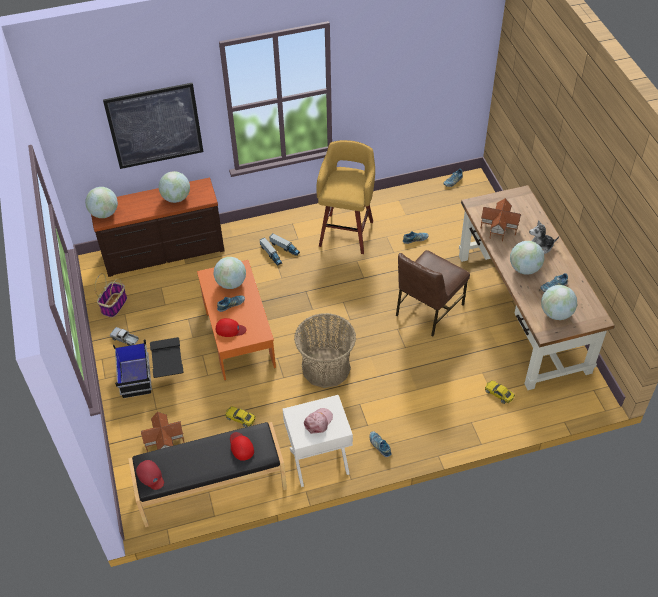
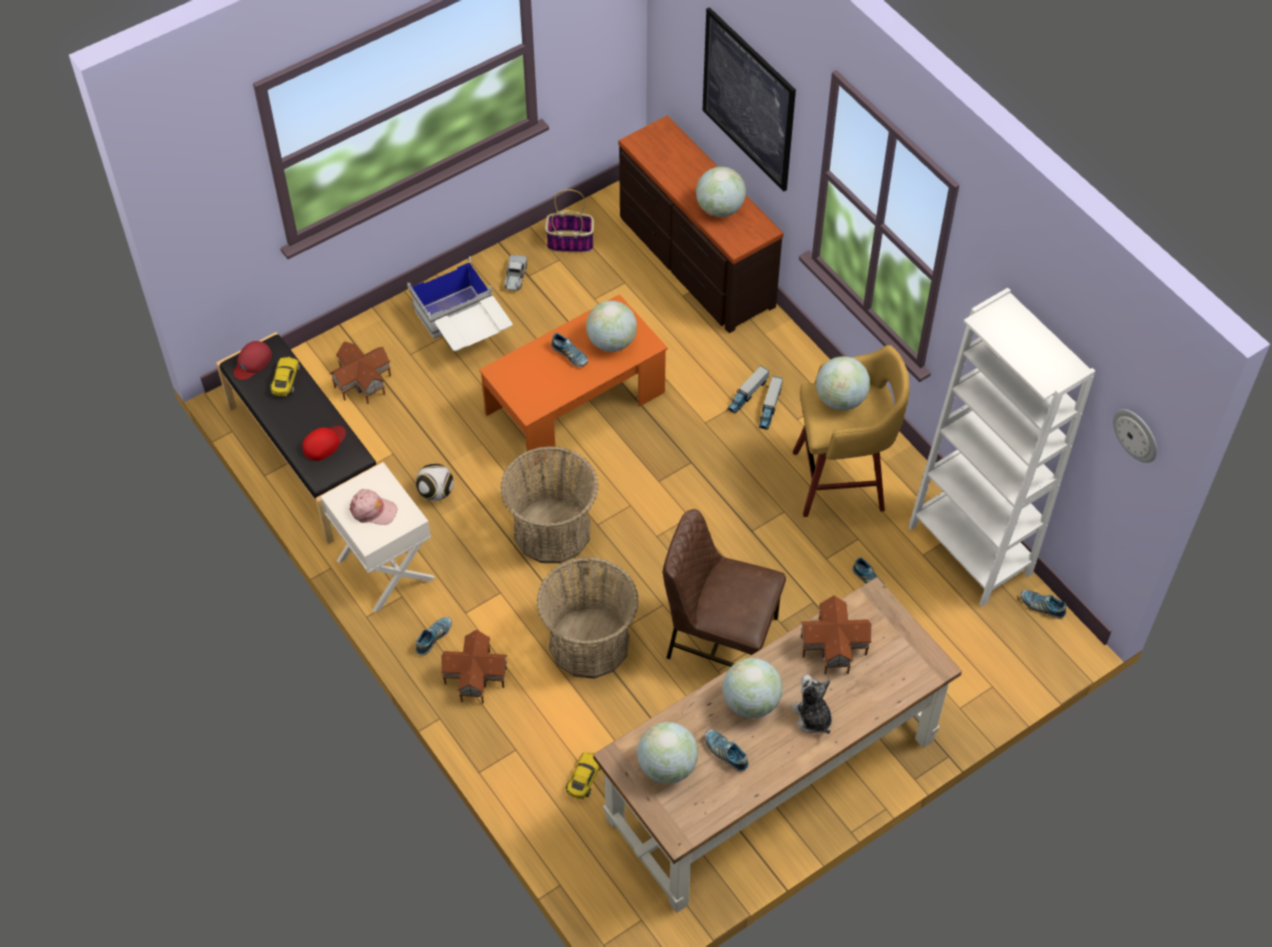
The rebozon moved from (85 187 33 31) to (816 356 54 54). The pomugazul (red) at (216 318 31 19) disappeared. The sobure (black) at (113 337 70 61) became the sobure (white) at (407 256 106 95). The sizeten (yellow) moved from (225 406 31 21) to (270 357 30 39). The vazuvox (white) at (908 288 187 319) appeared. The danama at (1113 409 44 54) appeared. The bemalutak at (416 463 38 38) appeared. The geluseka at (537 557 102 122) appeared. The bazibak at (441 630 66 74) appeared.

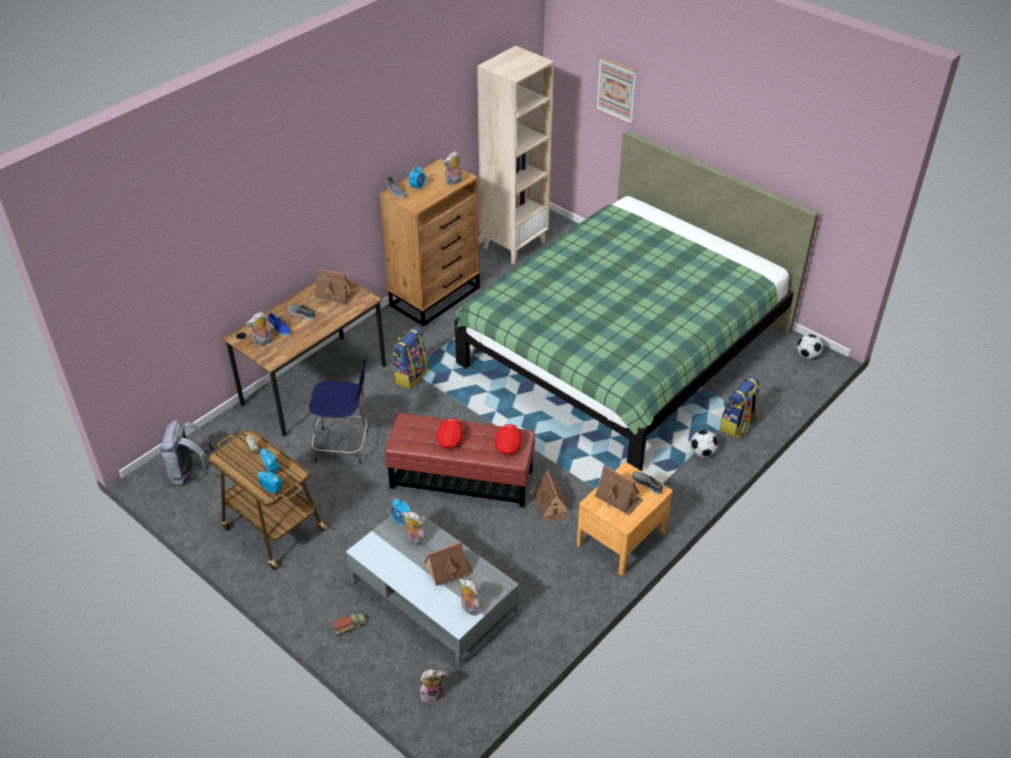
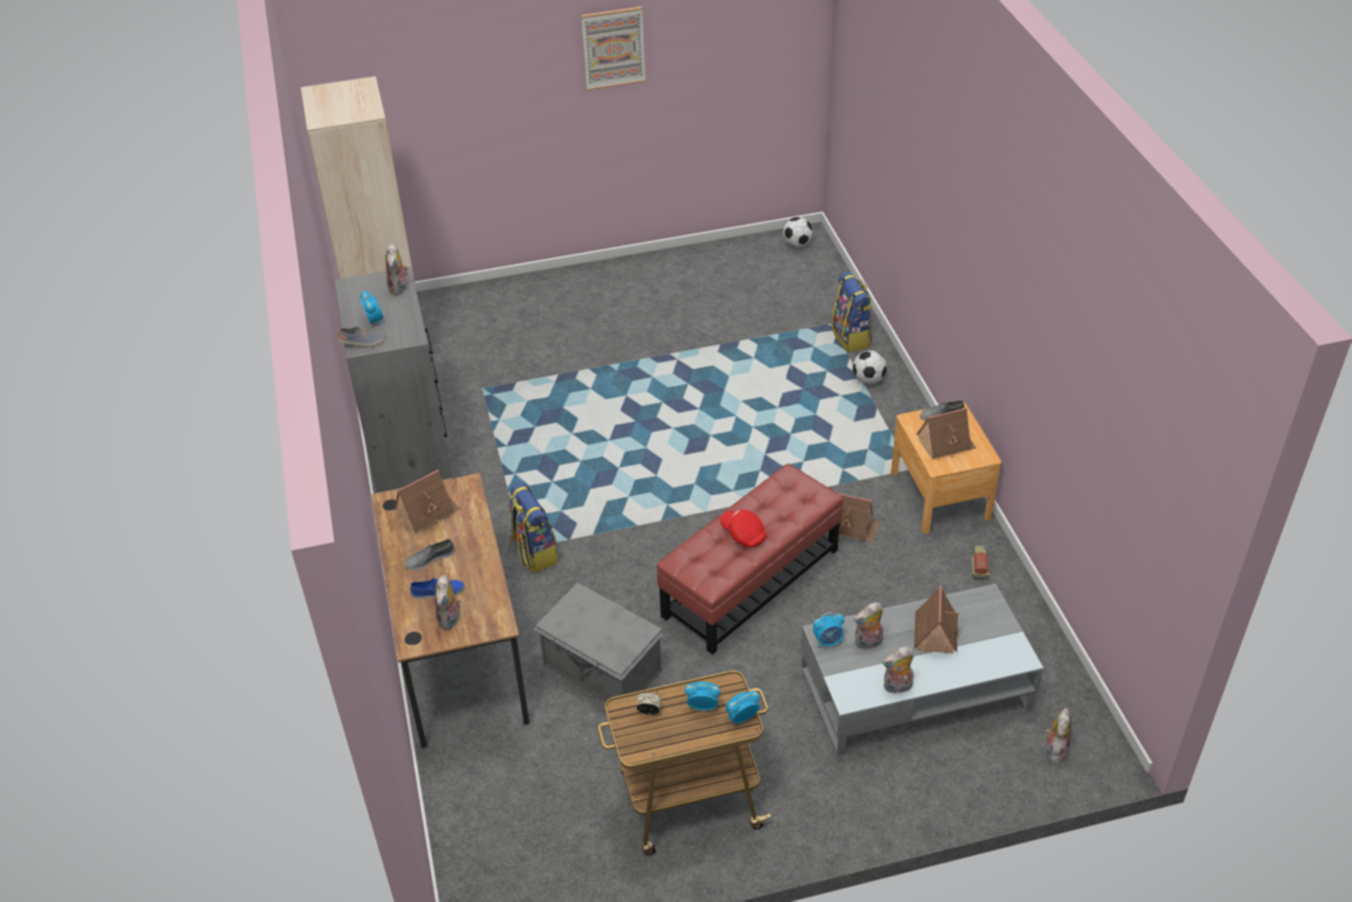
The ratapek moved from (596 56 41 69) to (581 6 65 84). The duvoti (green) at (454 130 365 341) disappeared. The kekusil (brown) at (379 159 101 167) became the kekusil (grey) at (334 267 118 226). The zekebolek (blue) at (309 358 58 106) was replaced by the sobure (grey) at (533 582 130 120). The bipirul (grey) at (159 420 55 66) disappeared. The pomugazul (red) at (495 424 26 31) disappeared. The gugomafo moved from (459 579 23 37) to (882 647 32 47). The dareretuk moved from (332 614 34 22) to (972 546 17 33).

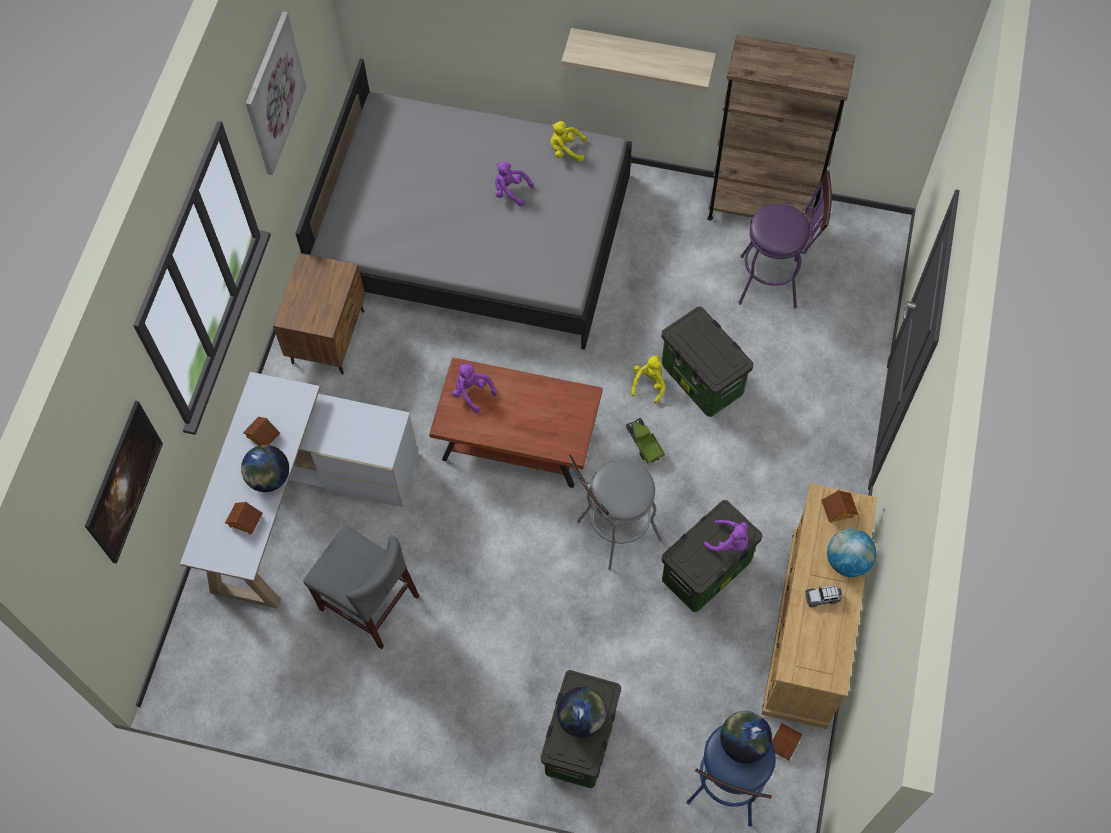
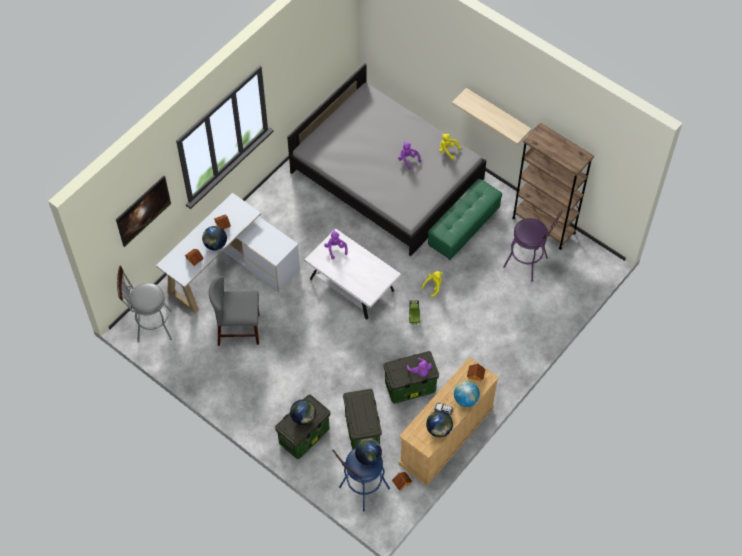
The ratapek at (246 12 60 163) disappeared. The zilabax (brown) at (273 253 92 122) disappeared. The sobure moved from (662 306 92 111) to (343 389 39 61). The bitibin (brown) at (429 357 174 131) became the bitibin (white) at (304 228 97 92). The zekebolek (grey) moved from (568 455 94 116) to (117 266 55 76). The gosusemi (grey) at (303 525 116 124) turned 120 degrees clockwise. The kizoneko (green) at (428 179 74 81) appeared. The rebozon at (426 411 27 26) appeared.

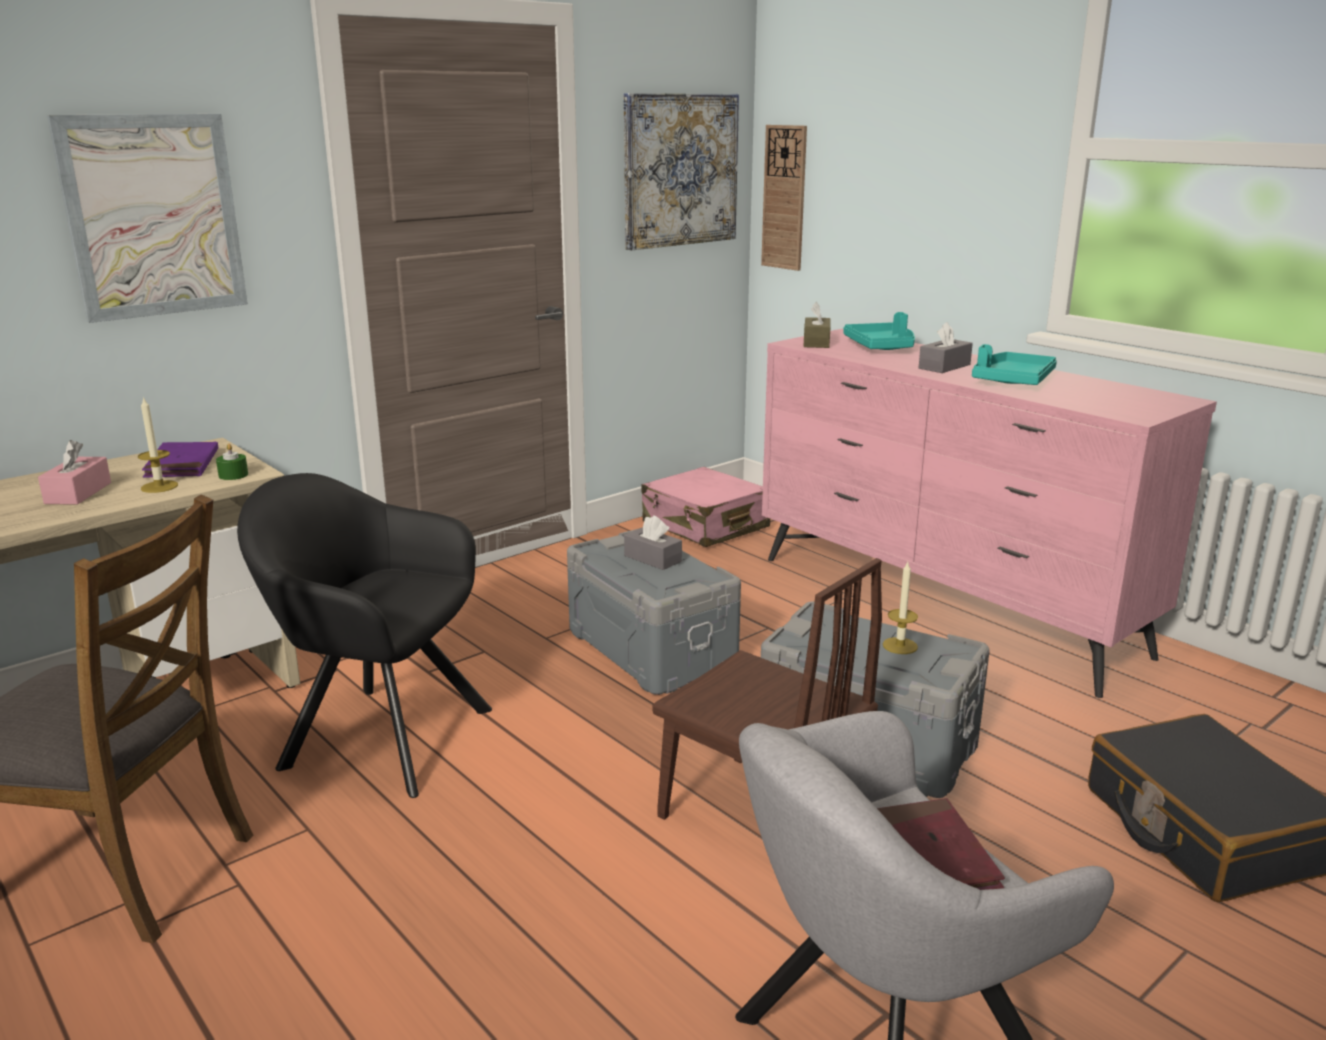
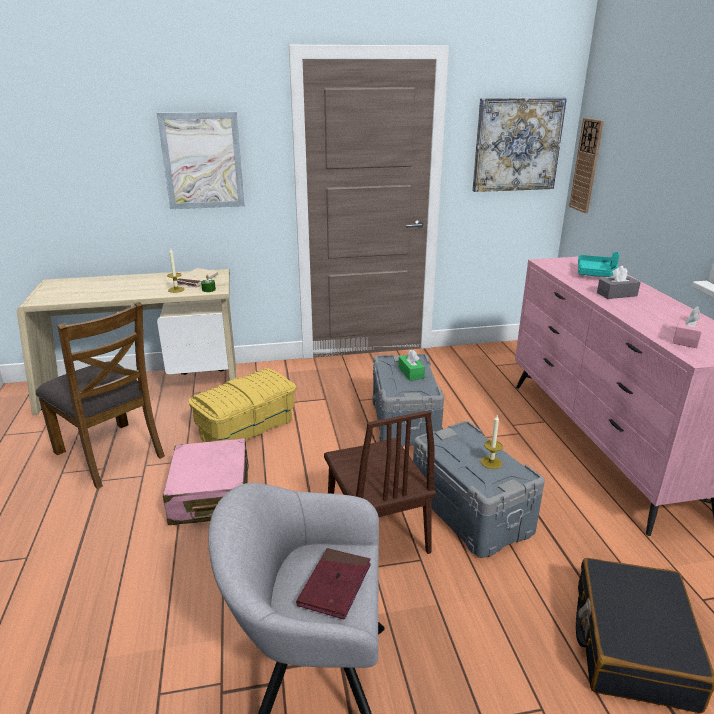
The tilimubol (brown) at (803 302 28 46) disappeared. The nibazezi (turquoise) at (972 344 85 41) disappeared. The tilimubol (pink) moved from (38 440 73 65) to (672 306 33 42). The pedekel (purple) at (142 442 76 36) became the pedekel (beige) at (177 268 41 20). The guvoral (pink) moved from (641 467 129 80) to (163 438 86 87). The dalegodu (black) at (237 473 255 325) was replaced by the sobure (yellow) at (188 368 108 74). The tilimubol (grey) at (624 515 58 55) became the tilimubol (green) at (398 350 27 31).

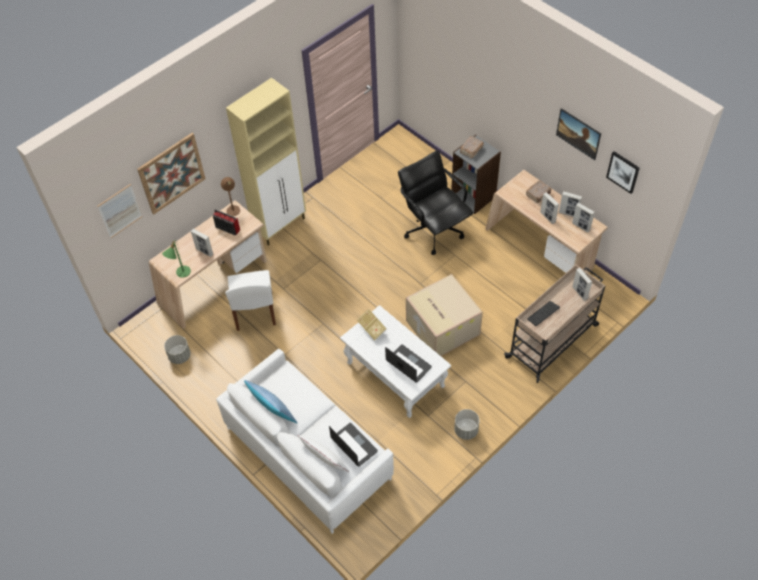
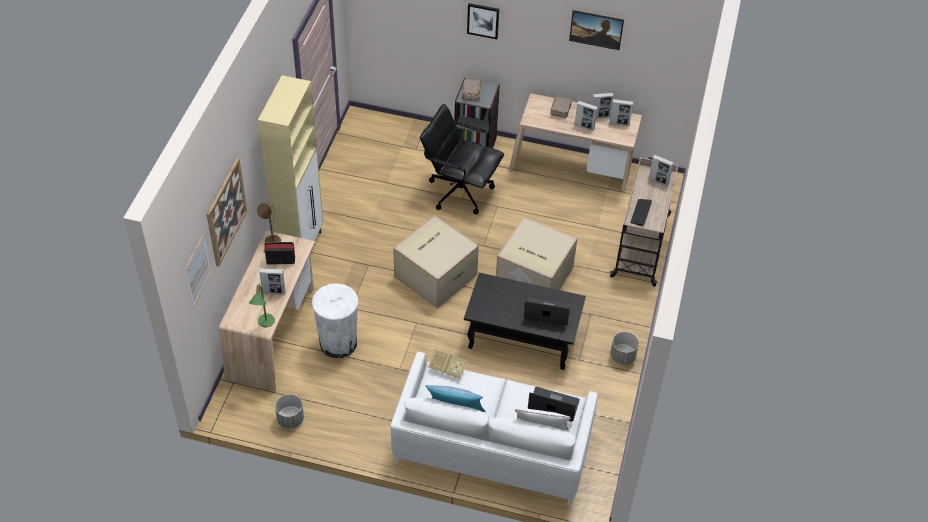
The ratapek moved from (606 151 34 43) to (467 3 32 36). The gosusemi (white) at (225 270 51 61) was replaced by the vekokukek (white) at (312 283 46 76). The bitibin (white) at (340 305 111 113) became the bitibin (black) at (464 273 122 97). The pedekel moved from (357 308 30 33) to (428 349 39 30). The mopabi at (393 215 86 93) appeared.

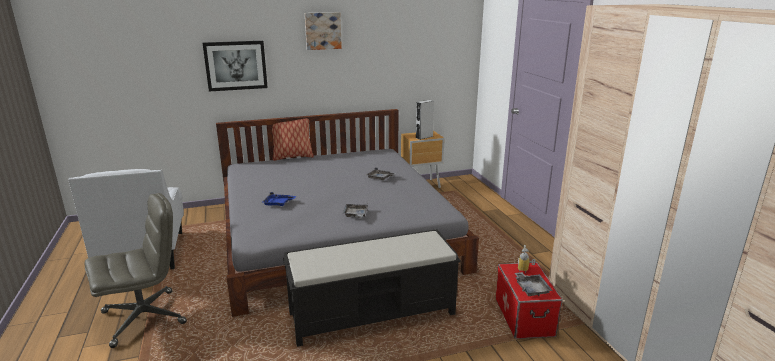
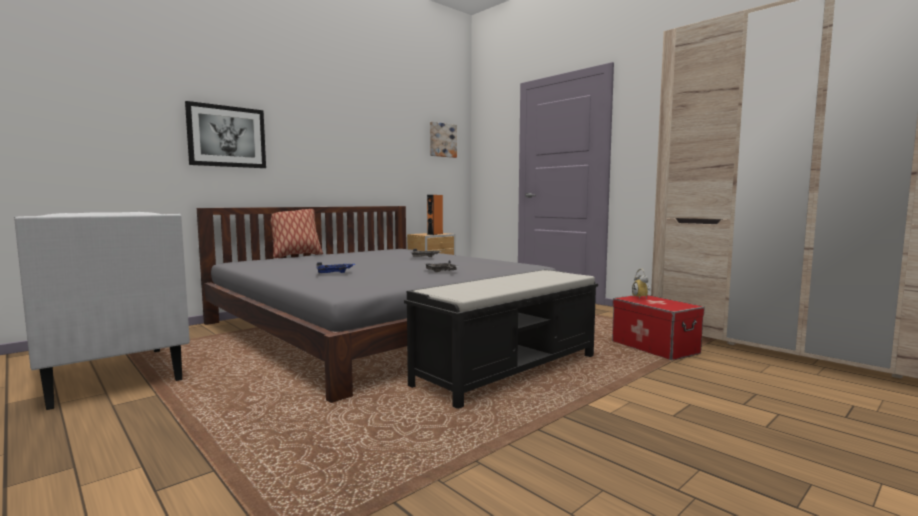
The ratapek moved from (305 12 37 38) to (430 121 27 37). The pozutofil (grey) at (416 100 18 40) became the pozutofil (orange) at (427 195 16 40). The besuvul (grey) at (84 193 103 155) disappeared. The nibazezi (grey) at (515 272 38 24) disappeared.

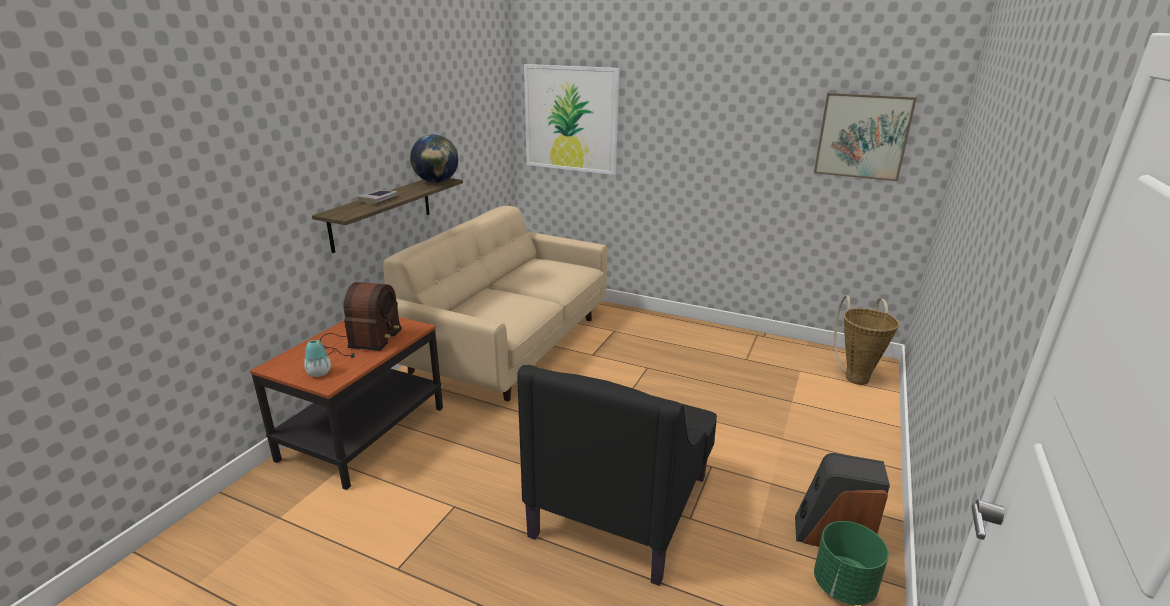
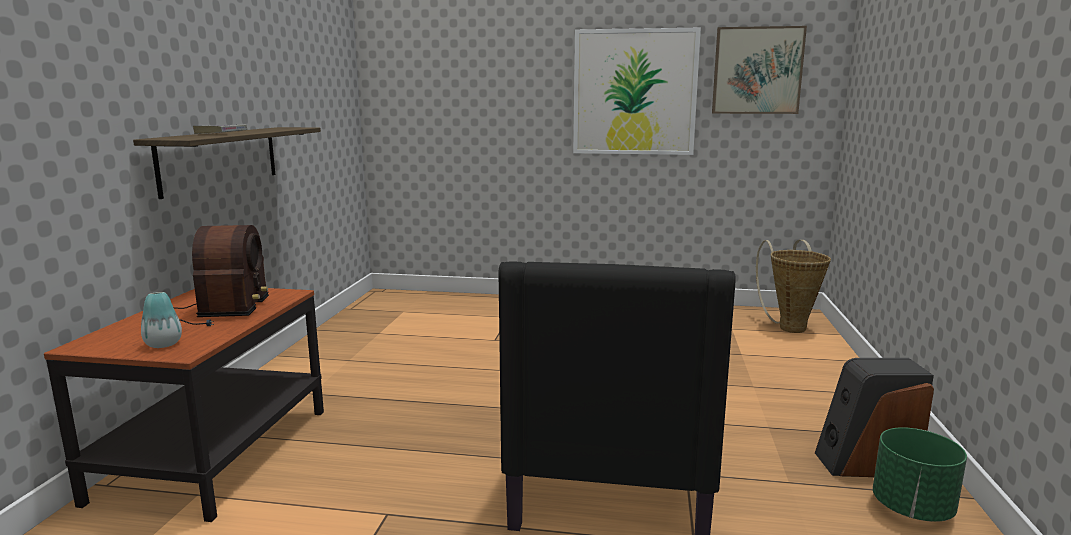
The ratapek moved from (524 64 95 111) to (573 28 128 127). The rebozon at (410 134 48 49) disappeared. The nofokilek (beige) at (383 206 224 195) disappeared.

